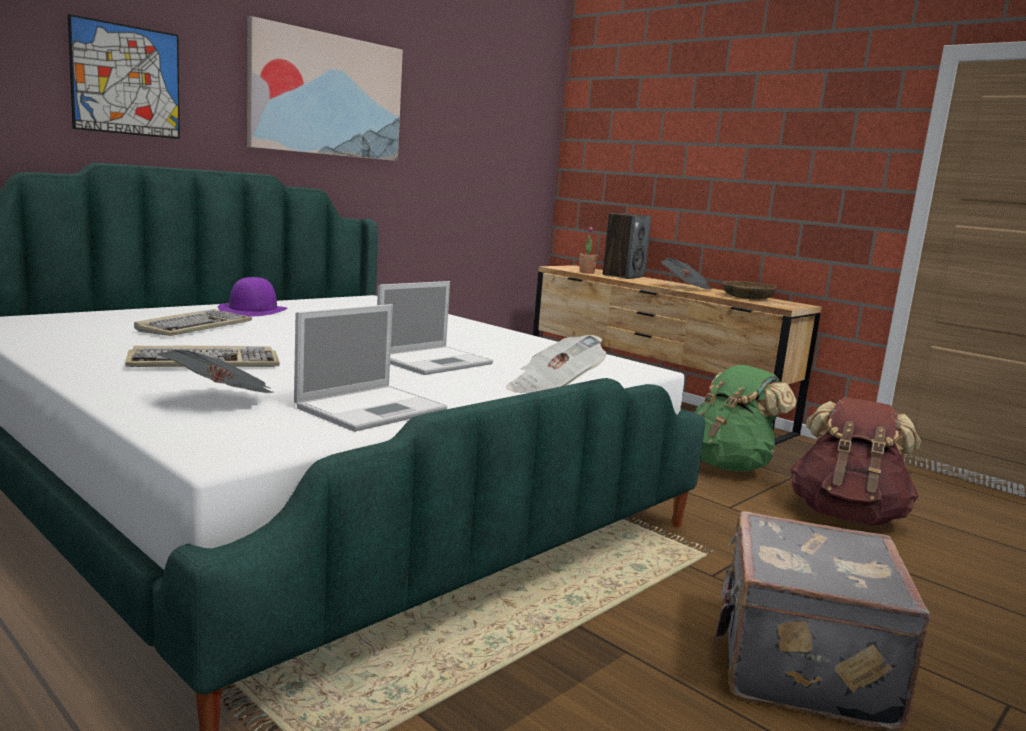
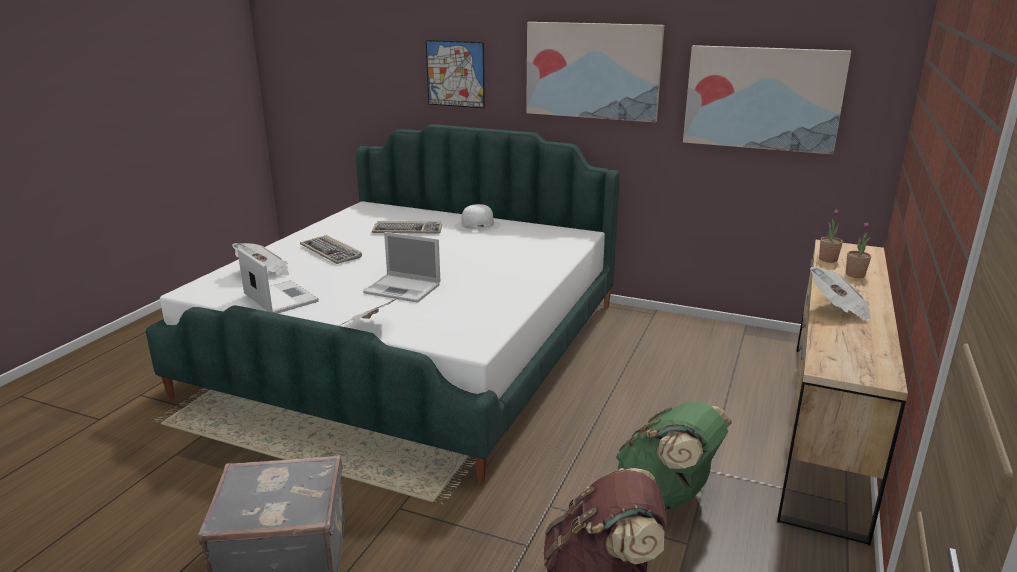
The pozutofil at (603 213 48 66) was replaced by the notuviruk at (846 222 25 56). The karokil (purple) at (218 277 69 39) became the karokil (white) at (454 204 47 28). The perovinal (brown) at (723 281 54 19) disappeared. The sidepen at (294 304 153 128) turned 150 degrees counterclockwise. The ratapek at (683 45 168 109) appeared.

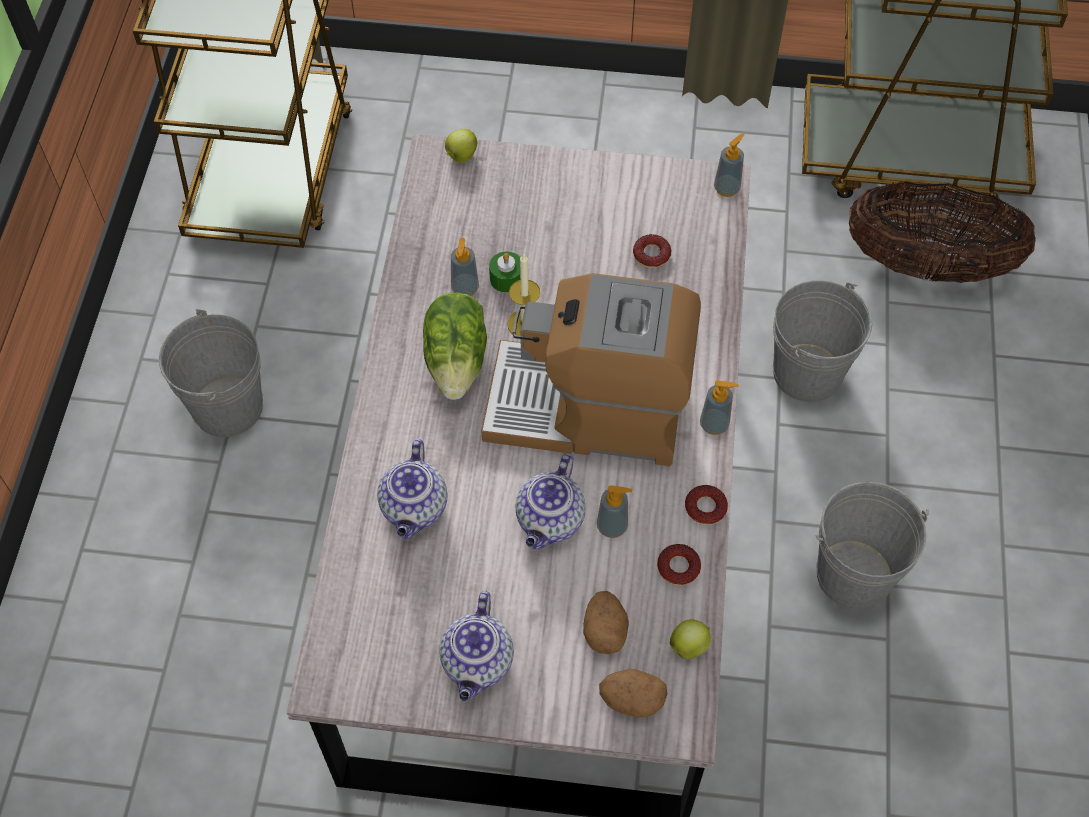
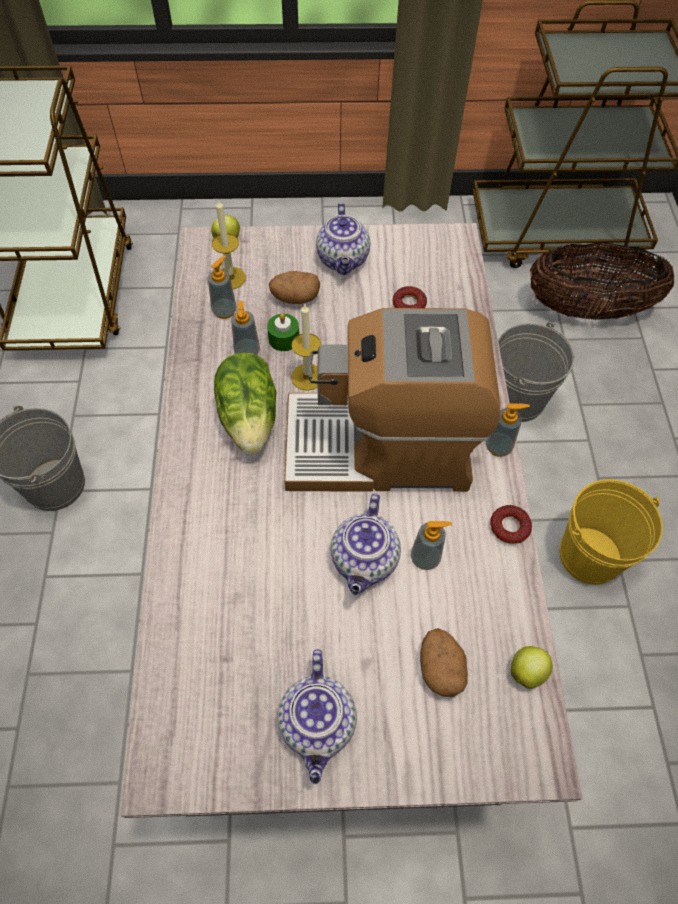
The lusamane moved from (714 133 31 64) to (208 255 29 64). The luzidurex moved from (377 439 71 100) to (316 203 54 72). The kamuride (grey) at (815 482 114 127) became the kamuride (yellow) at (559 479 104 106). The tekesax at (657 544 44 41) disappeared. The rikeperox moved from (599 669 69 49) to (269 271 51 33). The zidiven at (212 199 34 90) appeared.

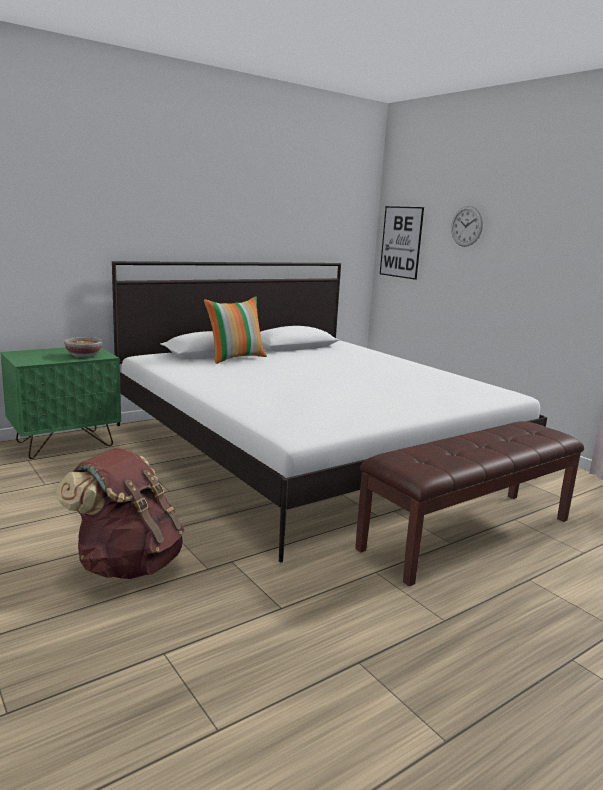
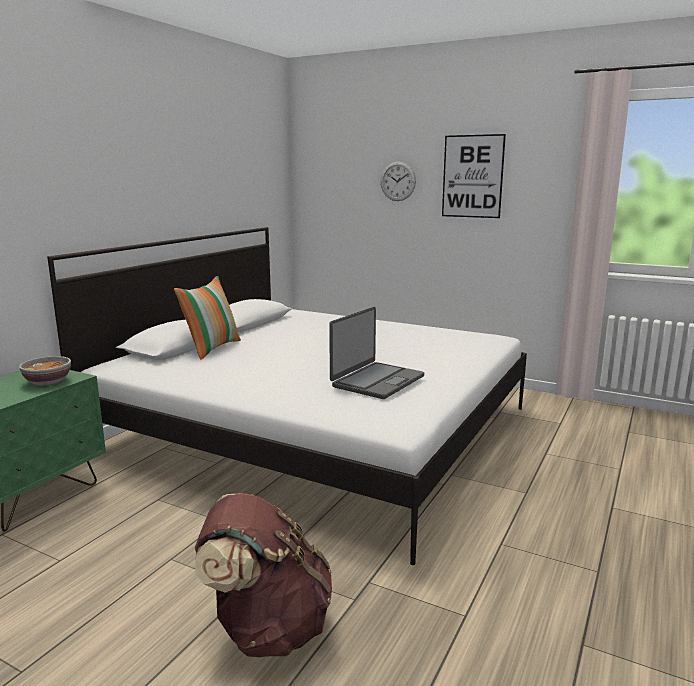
The ratapek moved from (380 206 44 74) to (442 134 64 84). The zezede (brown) at (355 421 229 165) disappeared. The sidepen at (329 307 95 92) appeared.

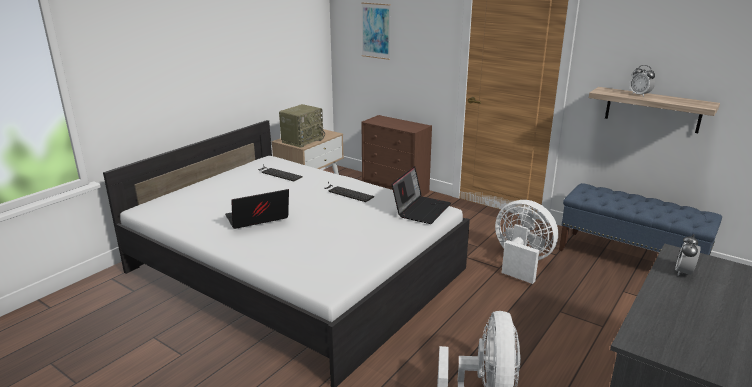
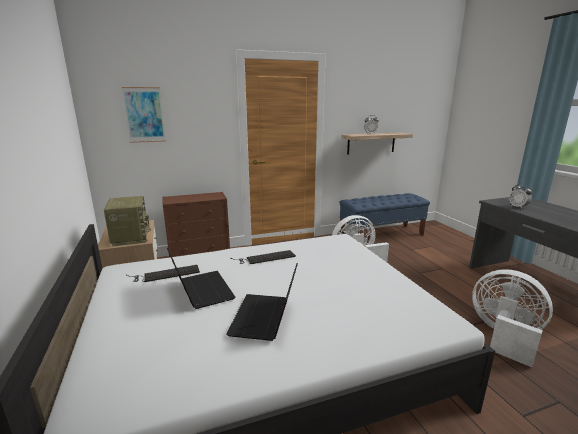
The sidepen moved from (391 166 60 58) to (167 248 68 61).

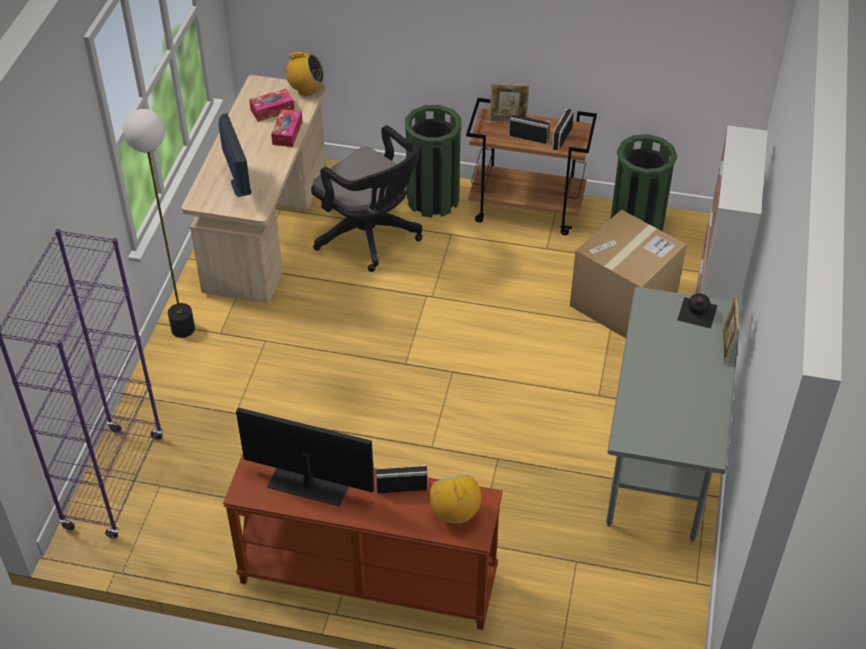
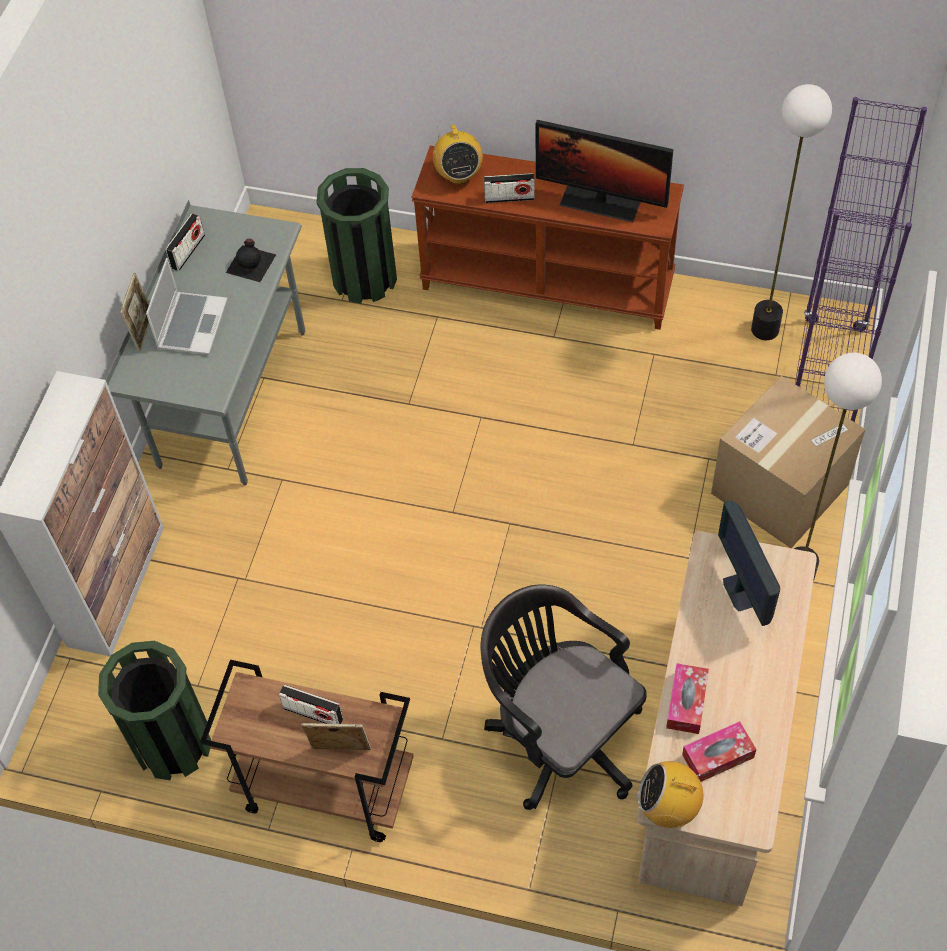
The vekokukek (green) moved from (405 105 57 113) to (317 168 80 136). The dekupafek moved from (552 109 22 42) to (165 213 40 58). The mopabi moved from (570 210 117 128) to (711 376 155 172). The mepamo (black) moved from (677 293 41 36) to (226 239 50 43). The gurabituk at (751 84 81 256) appeared. The sidepen at (146 258 81 97) appeared.

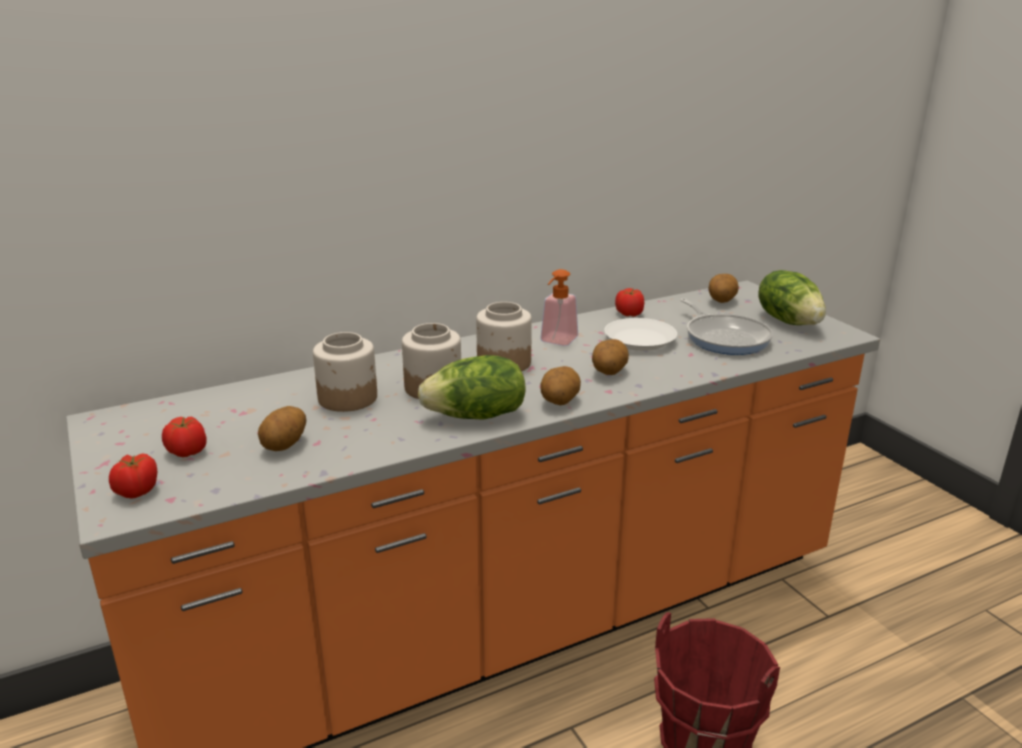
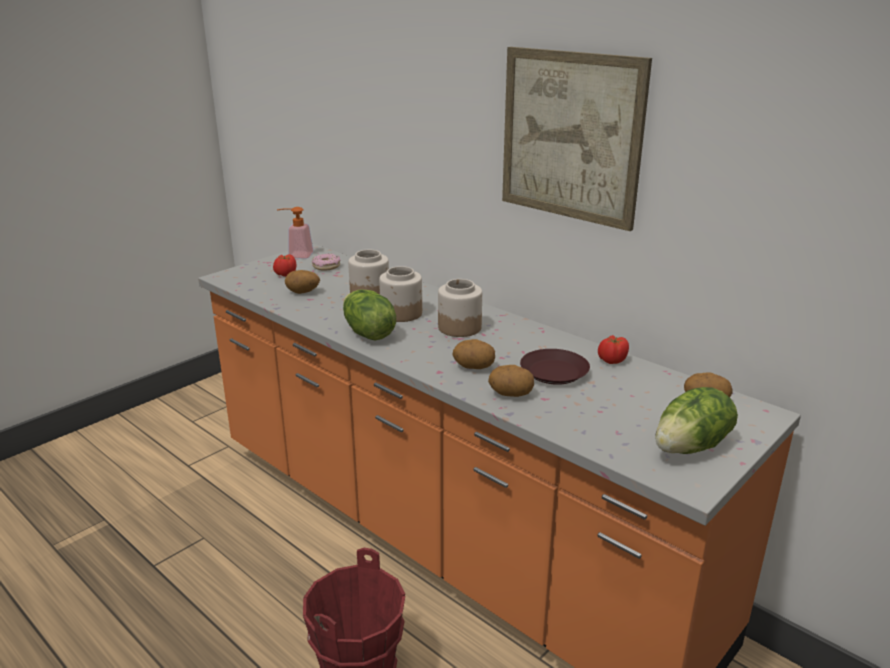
The lusamane moved from (540 269 38 77) to (277 207 36 52). The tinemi at (680 298 93 57) disappeared. The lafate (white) at (604 318 73 33) became the lafate (brown) at (520 349 70 36). The rikeperox moved from (541 366 40 39) to (488 365 46 32). The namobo at (109 454 48 44) disappeared. The ratapek at (502 47 150 184) appeared. The tekesax at (312 254 29 17) appeared.

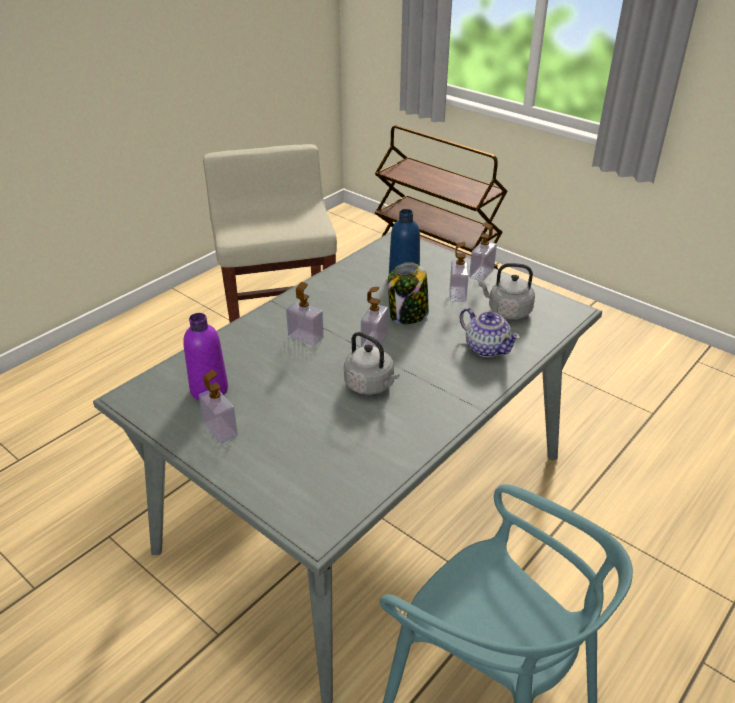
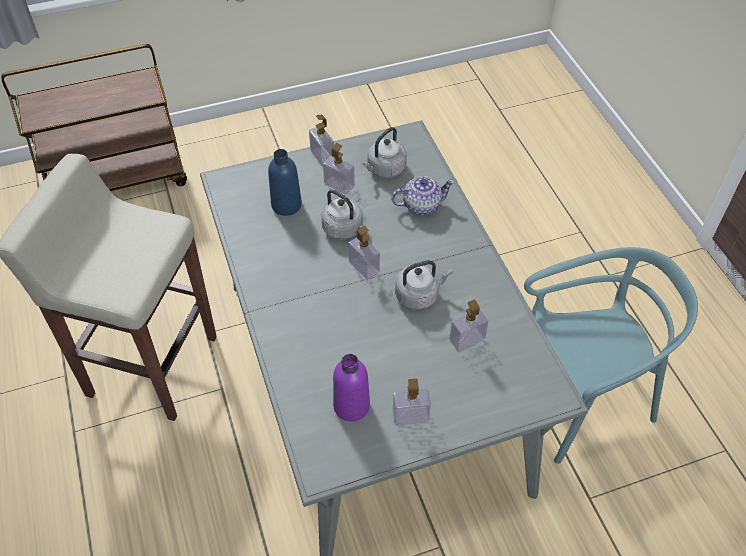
The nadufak at (388 262 41 63) was replaced by the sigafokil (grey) at (321 189 45 50). The lusamane moved from (286 282 38 64) to (450 300 38 52).

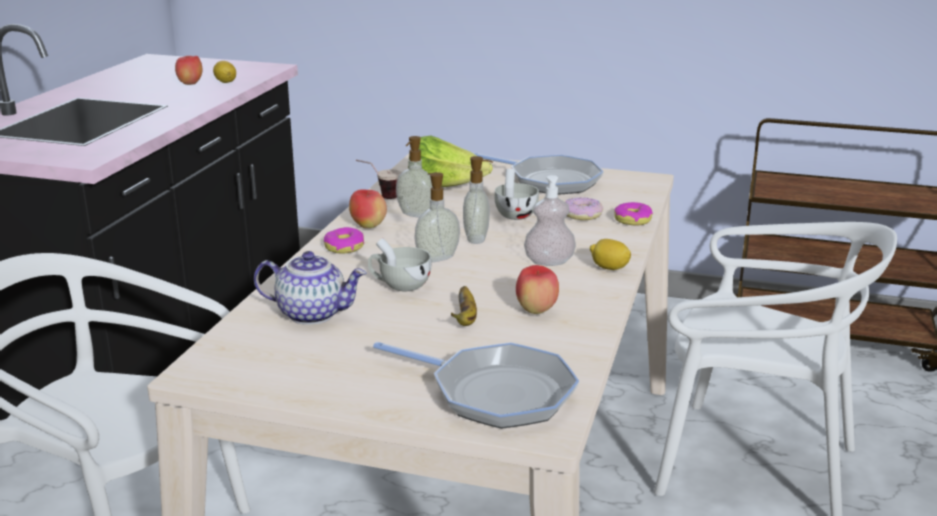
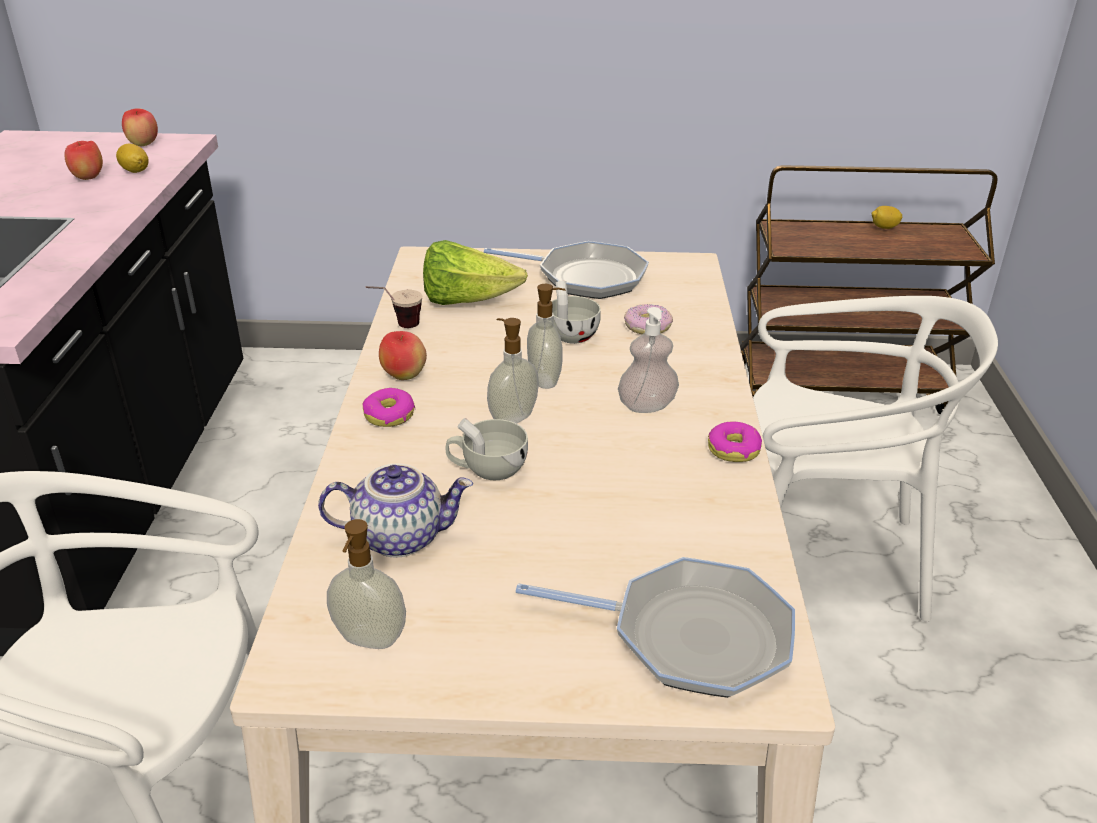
The lusamane moved from (396 136 37 82) to (327 519 79 130). The tekesax moved from (614 202 39 24) to (708 421 54 41). The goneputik moved from (590 239 41 31) to (872 206 30 23). The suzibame moved from (516 265 43 49) to (122 108 36 38). The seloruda at (451 286 26 40) disappeared.

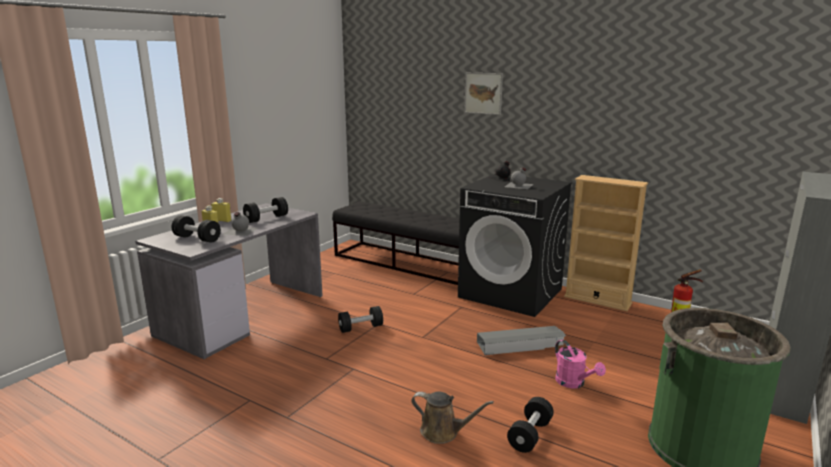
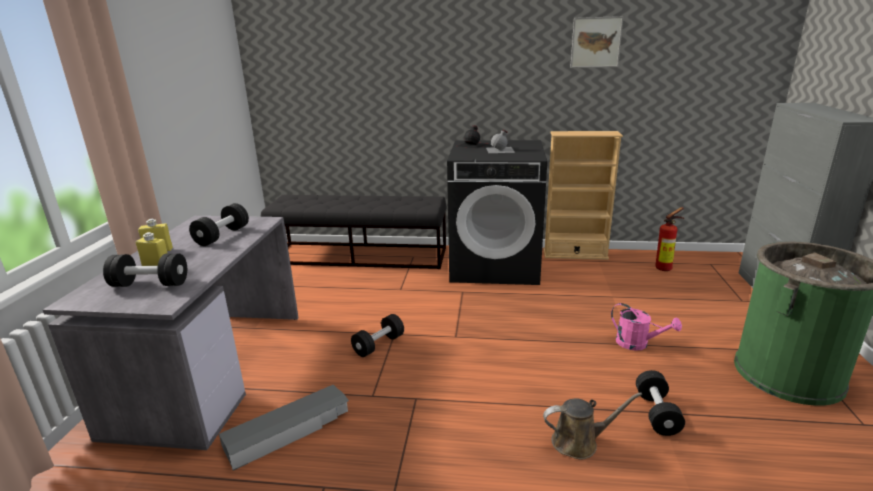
The ratapek moved from (464 73 39 42) to (570 16 54 52). The mepamo (grey) at (223 212 35 24) disappeared. The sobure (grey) moved from (477 326 89 29) to (219 385 130 86).

